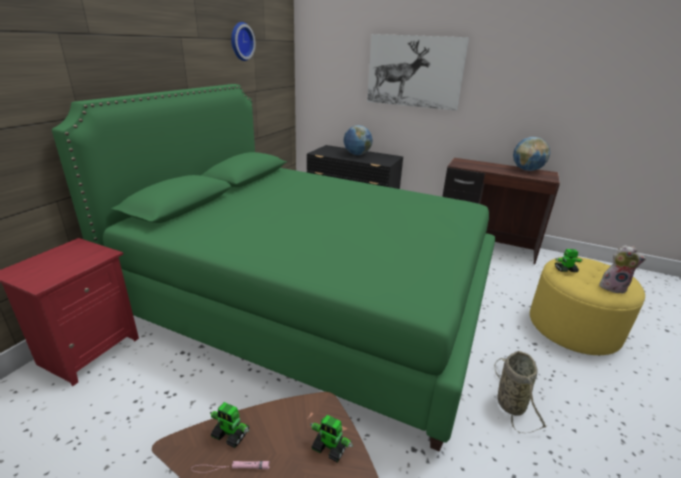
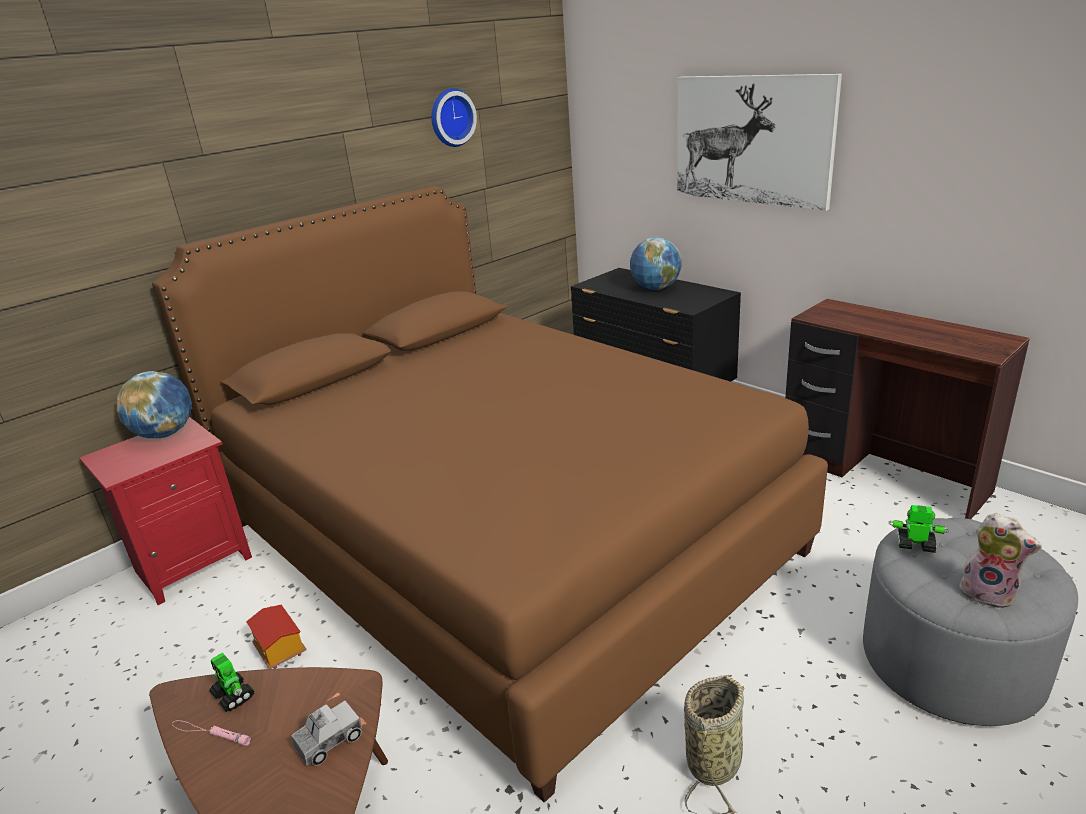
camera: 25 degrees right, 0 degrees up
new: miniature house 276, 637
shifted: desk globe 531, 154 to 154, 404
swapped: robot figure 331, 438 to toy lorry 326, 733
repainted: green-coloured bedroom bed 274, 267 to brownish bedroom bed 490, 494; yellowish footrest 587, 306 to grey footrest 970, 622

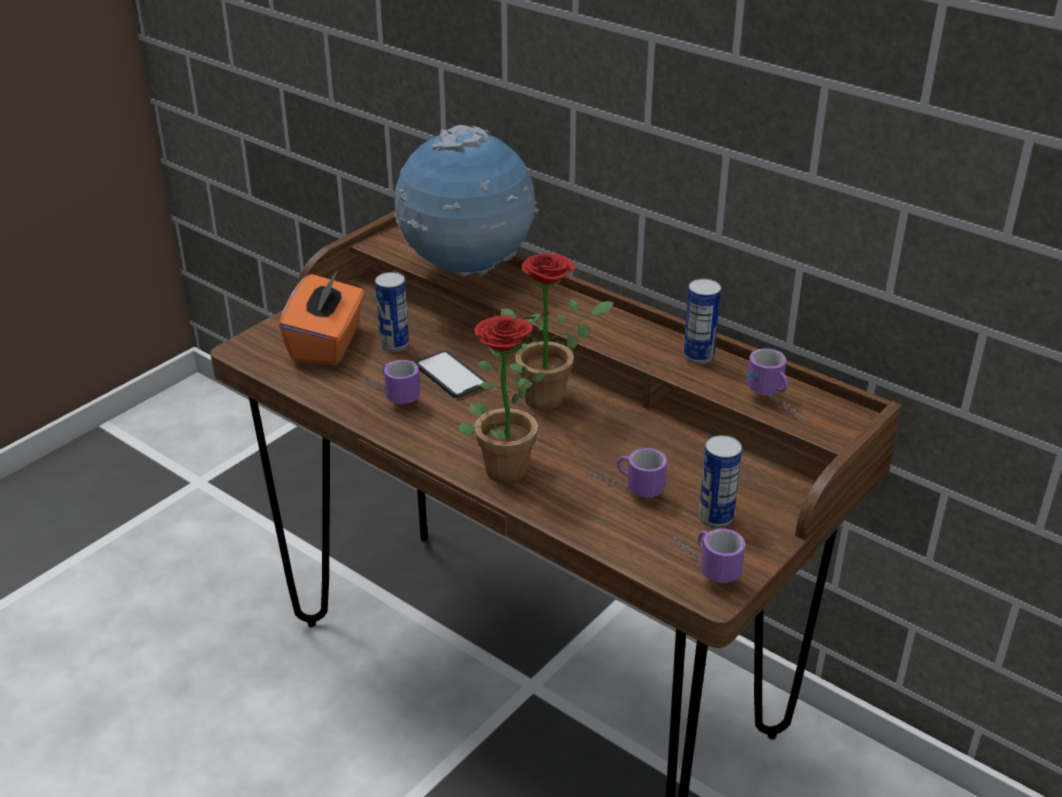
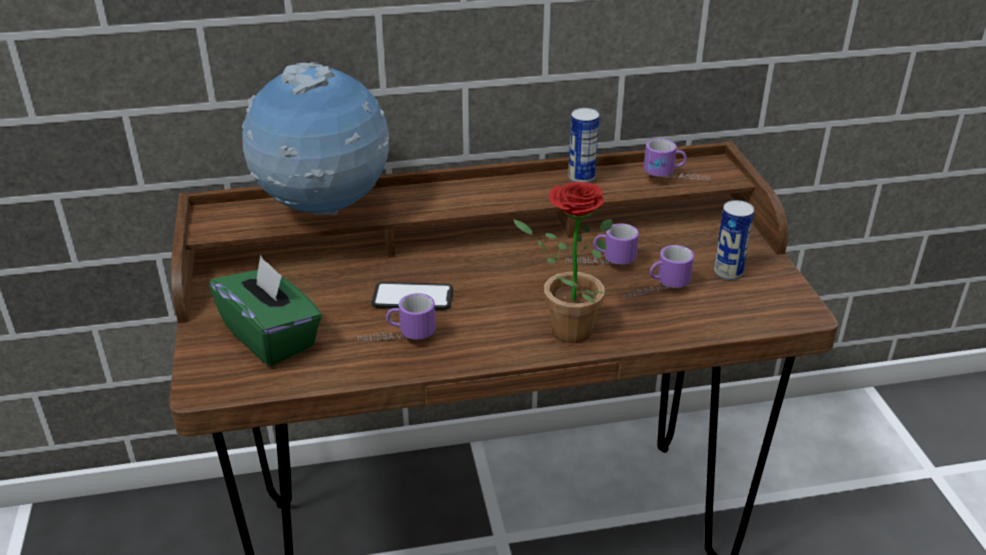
camera: 50 degrees left, 0 degrees up
gone: sealed can 392, 312; houseplant 557, 331
shifted: coffee mug 709, 555 to 602, 244
repainted: orange-coloured box of tissues 322, 317 to green-coloured box of tissues 265, 310

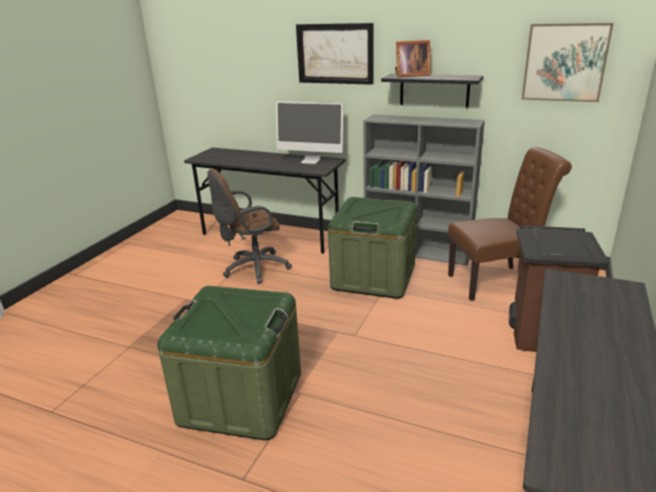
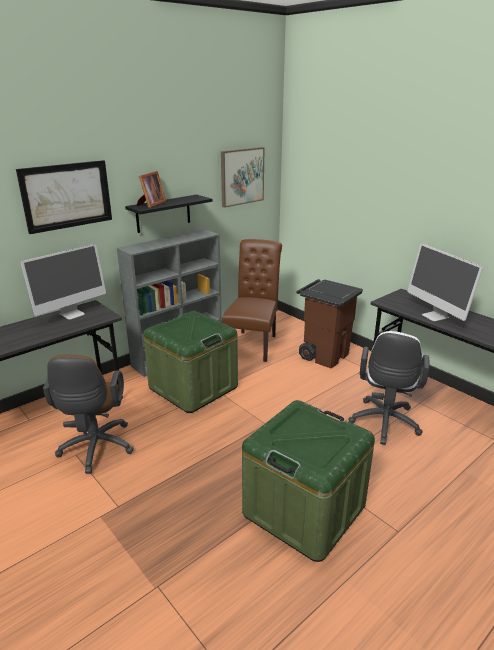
camera: 65 degrees left, 0 degrees up
new: whitish computer chair 389, 388; monitor 445, 282

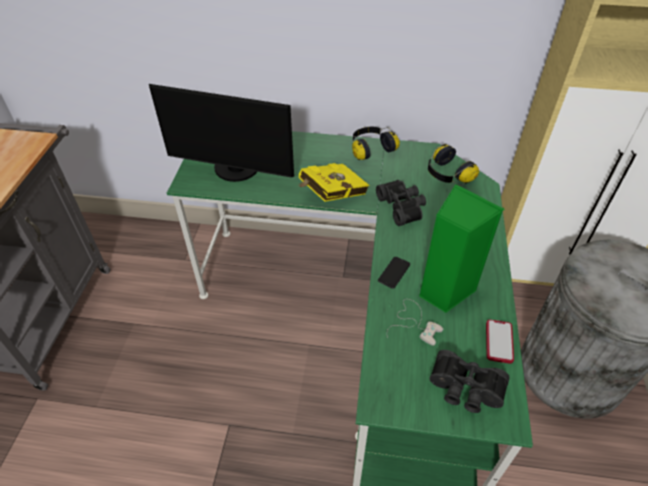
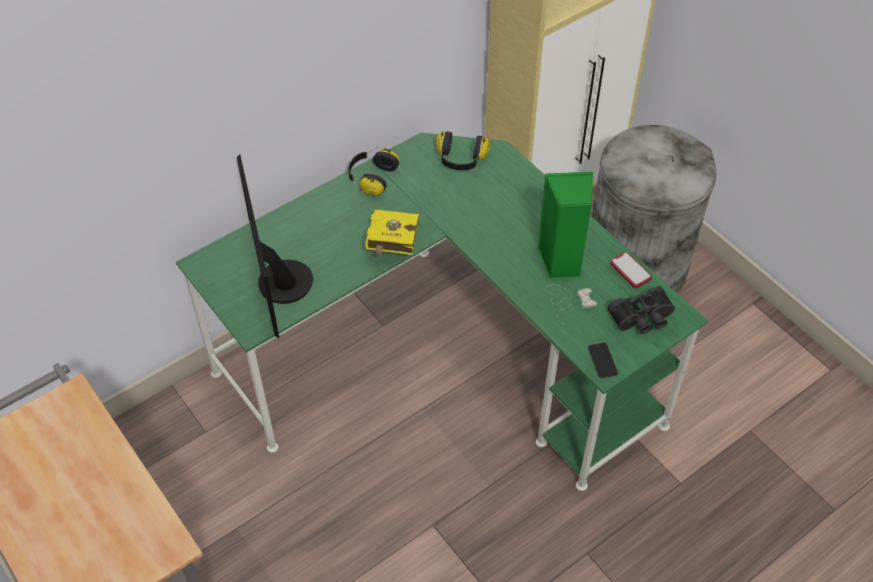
camera: 45 degrees left, 5 degrees up
gone: black-coloured pair of binoculars 401, 203
shifted: telephone 394, 273 to 603, 360
rotated: monitor 221, 133 = 275, 246 105 degrees clockwise

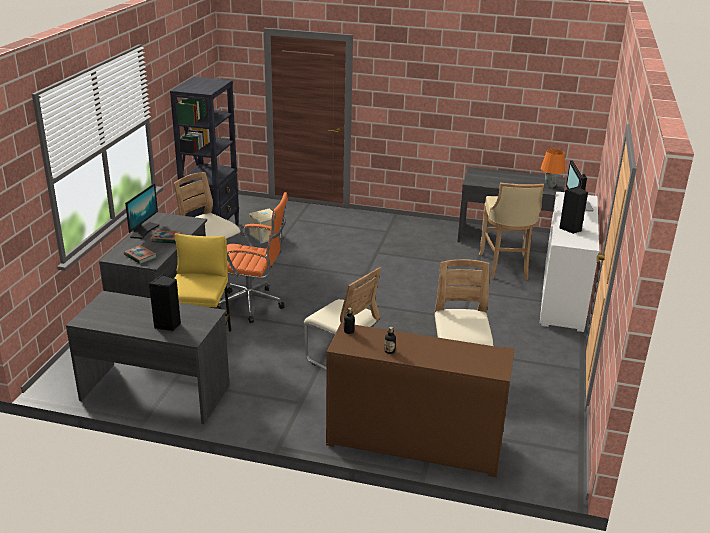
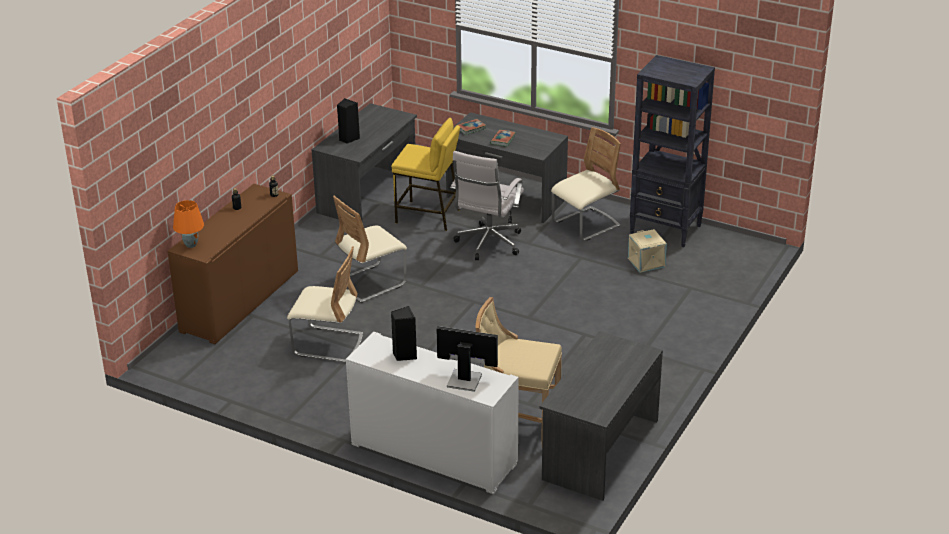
camera: 105 degrees right, 5 degrees up
gone: monitor 142, 211
shifted: orange-coloured table lamp 553, 168 to 188, 224
repainted: orange-coloured computer chair 252, 257 to whitish computer chair 487, 205

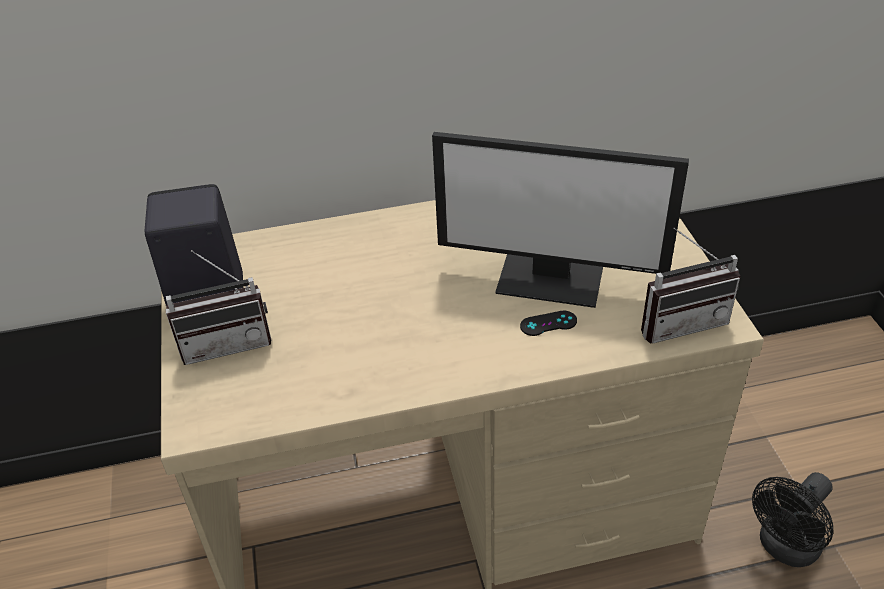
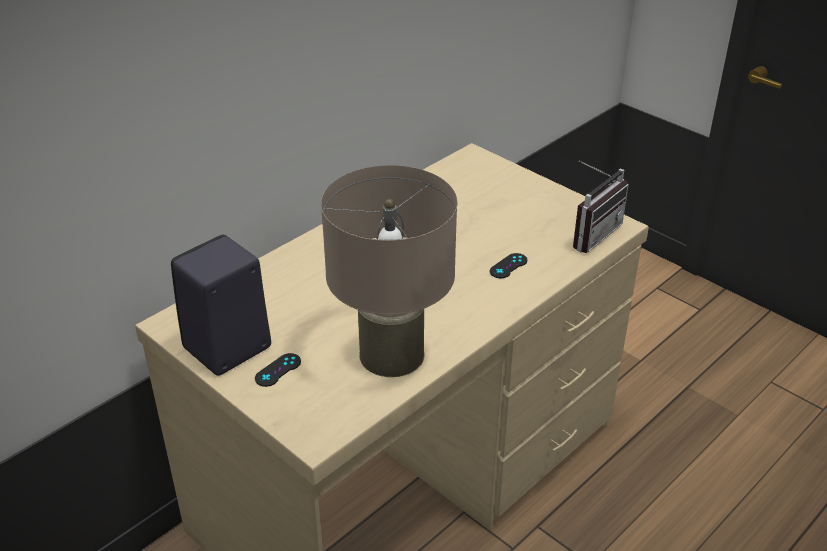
camera: 35 degrees left, 5 degrees down
gone: monitor 560, 220; black-coloured electric fan 792, 519
new: beige table lamp 389, 271
swapped: radio set 218, 307 to black-coloured joypad 278, 370

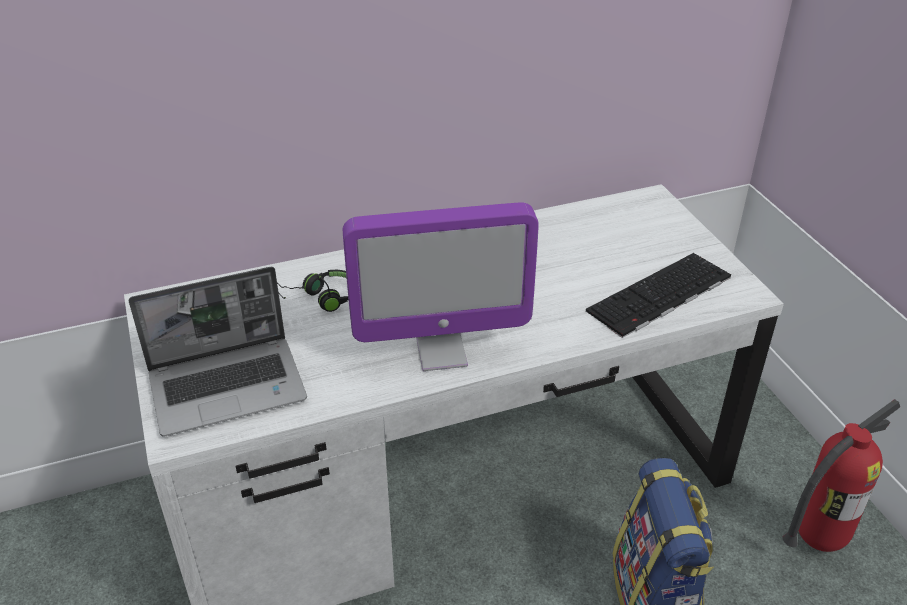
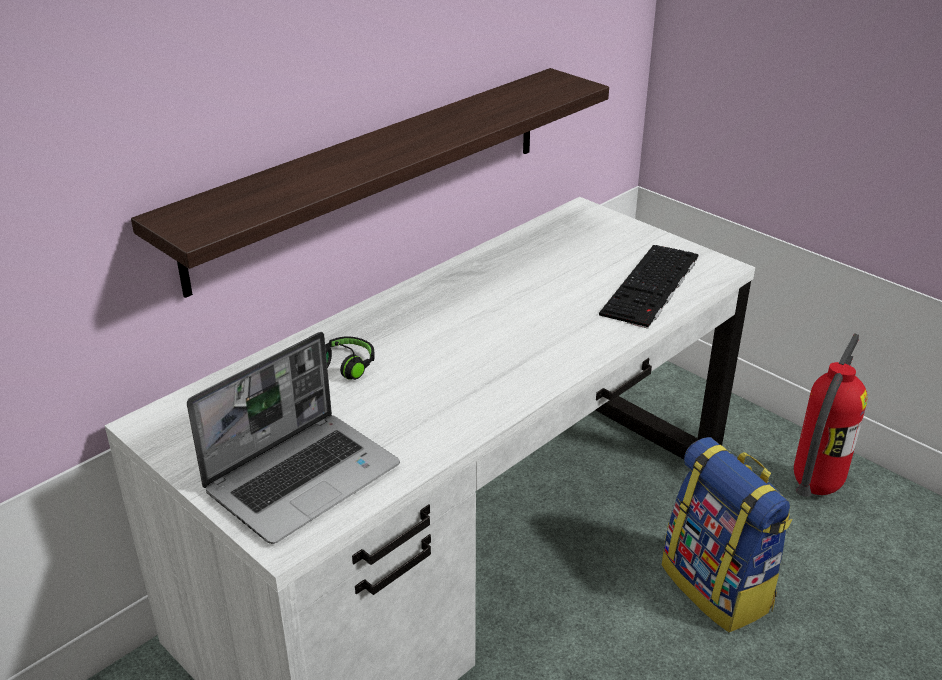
camera: 25 degrees left, 5 degrees down
gone: monitor 441, 286
new: bracket shelf 370, 183

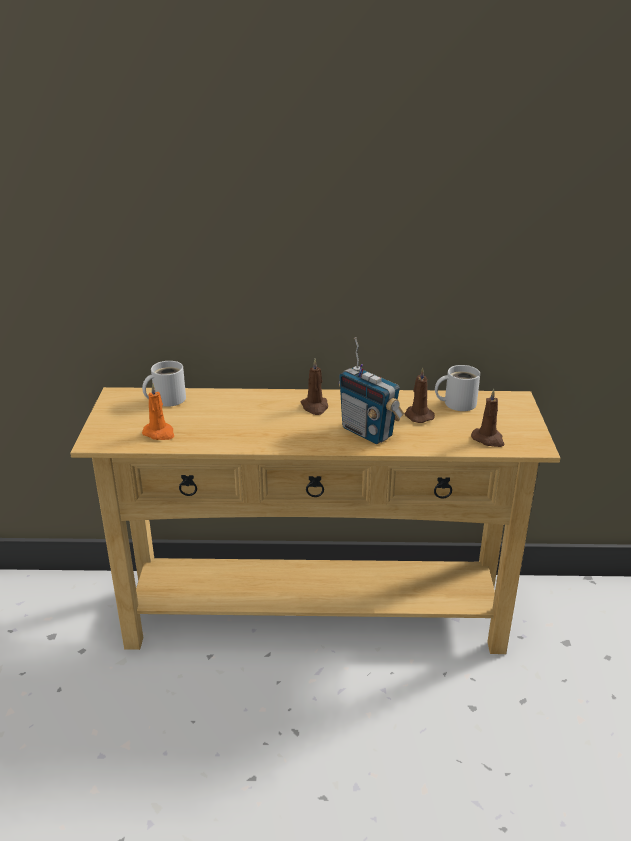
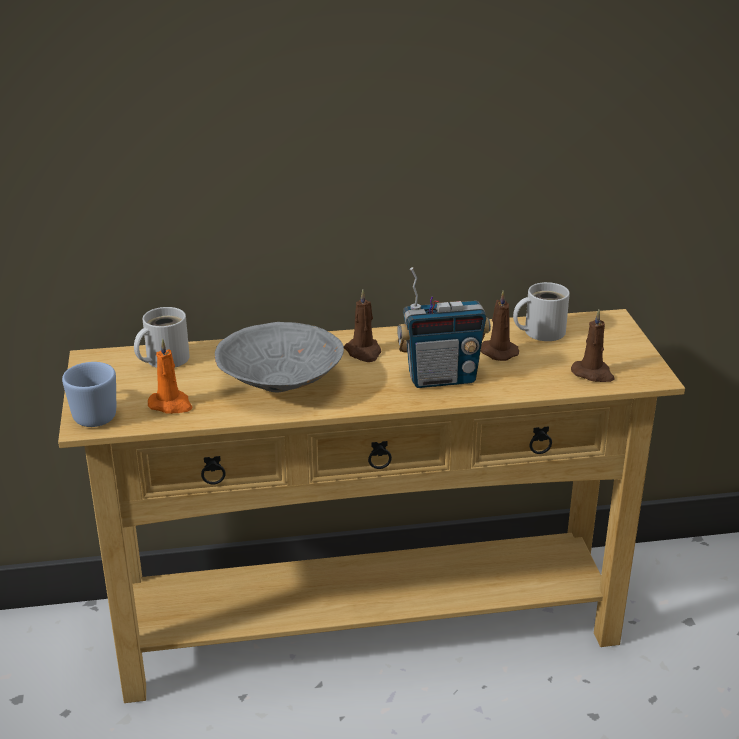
camera: 10 degrees left, 0 degrees up
new: blue-coloured coffee mug 89, 394; grey bowl 279, 357
rotated: radio set 371, 390 = 444, 327 45 degrees counterclockwise

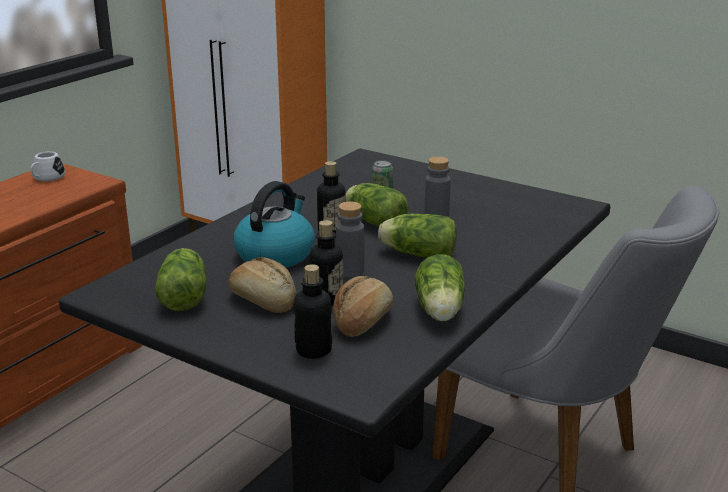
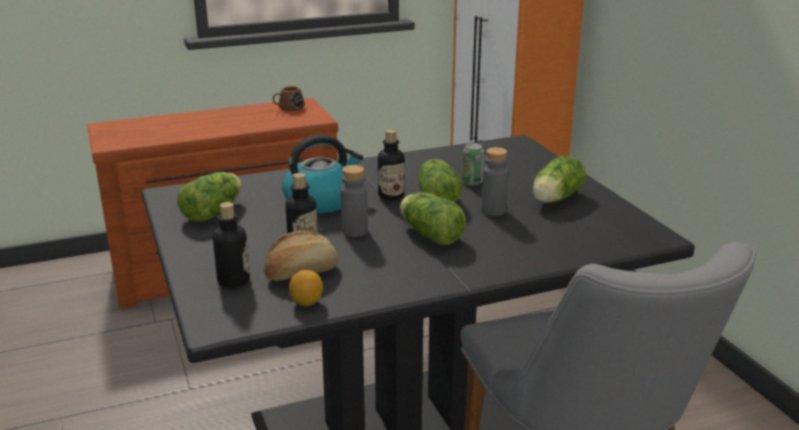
camera: 35 degrees right, 0 degrees up
gone: bread 262, 285
new: citrus fruit 306, 288
shifted: lettuce head 440, 288 to 559, 179
repainted: whitish coffee mug 48, 166 to brownish coffee mug 289, 98

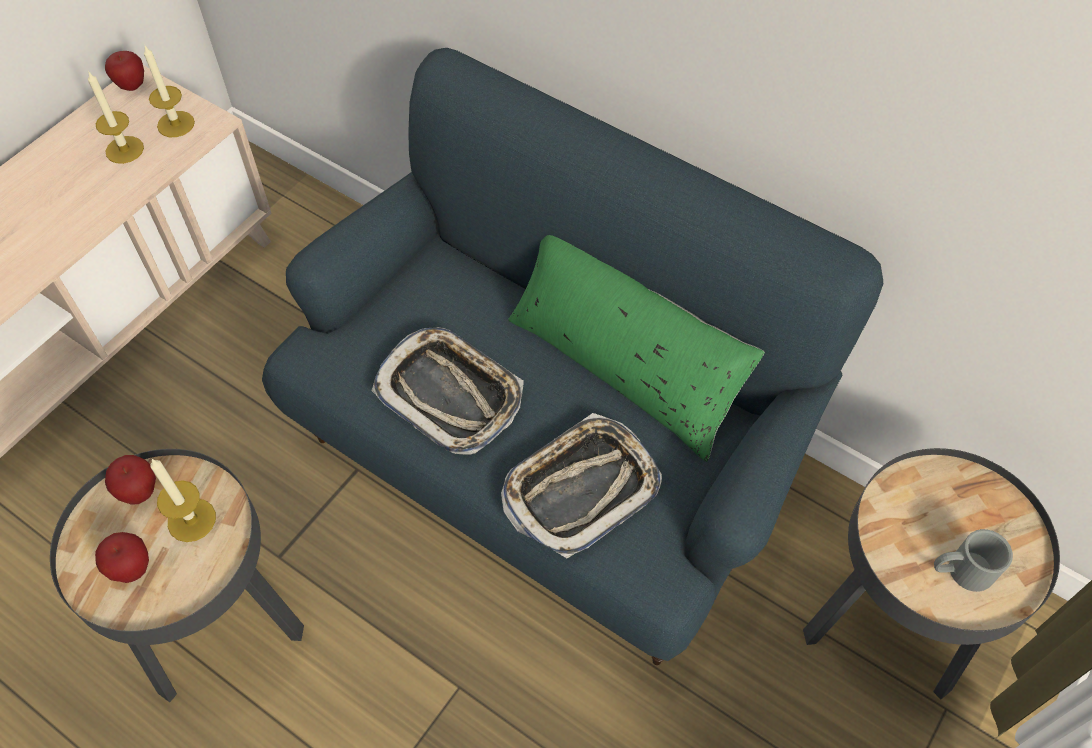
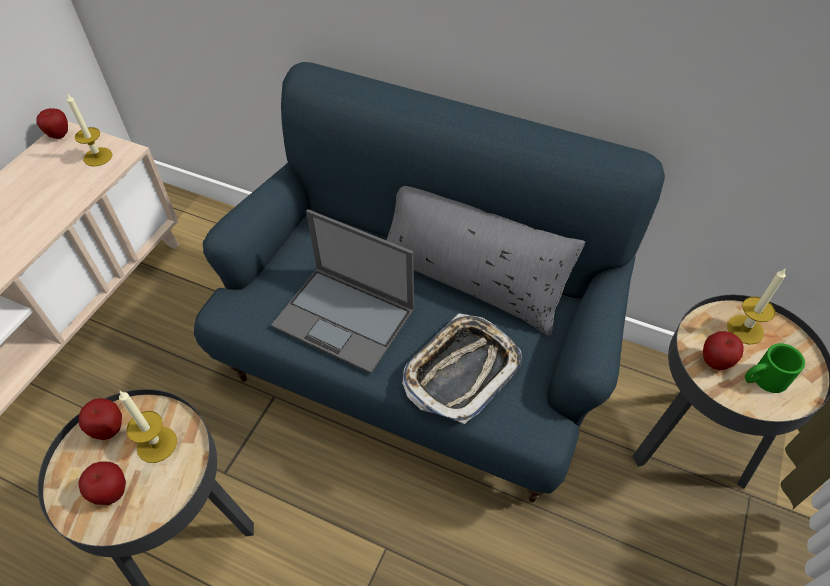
camera: 10 degrees left, 5 degrees down
new: apple fruit 723, 350
shifted: candle 116, 117 to 756, 307
swapped: carrying tray 448, 390 to portable computer 342, 291
repainted: green-coloured cushion 636, 348 to grey cushion 485, 261; grey coffee mug 973, 560 to green-coloured coffee mug 775, 368

